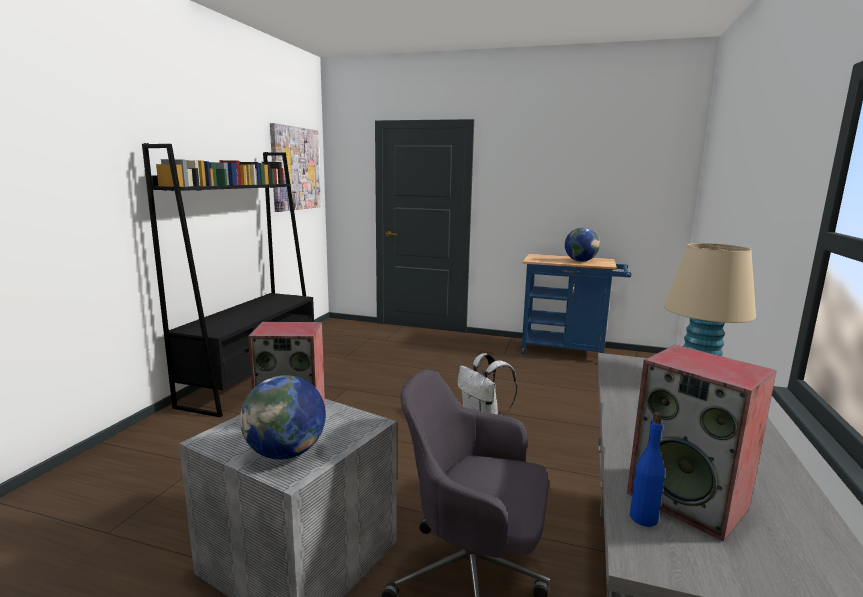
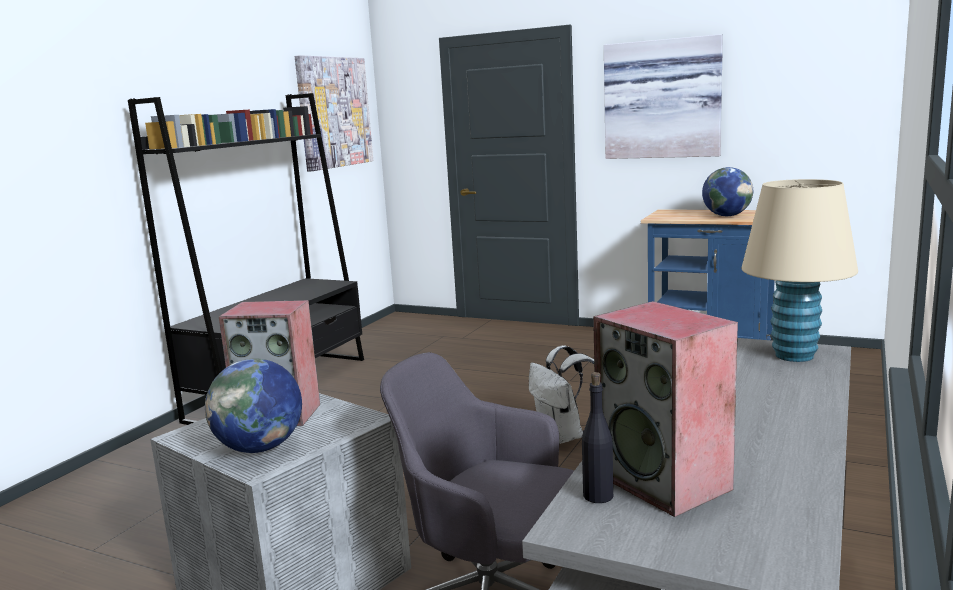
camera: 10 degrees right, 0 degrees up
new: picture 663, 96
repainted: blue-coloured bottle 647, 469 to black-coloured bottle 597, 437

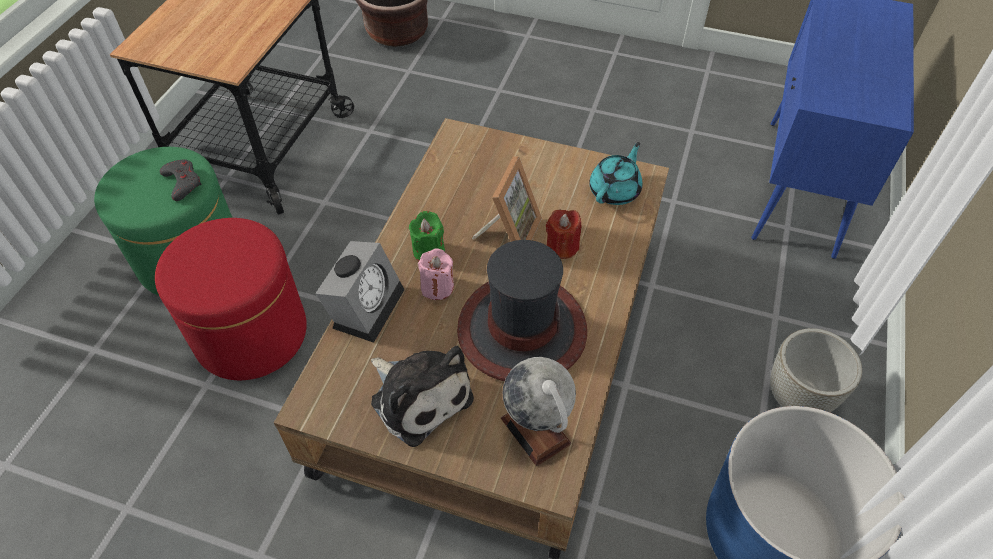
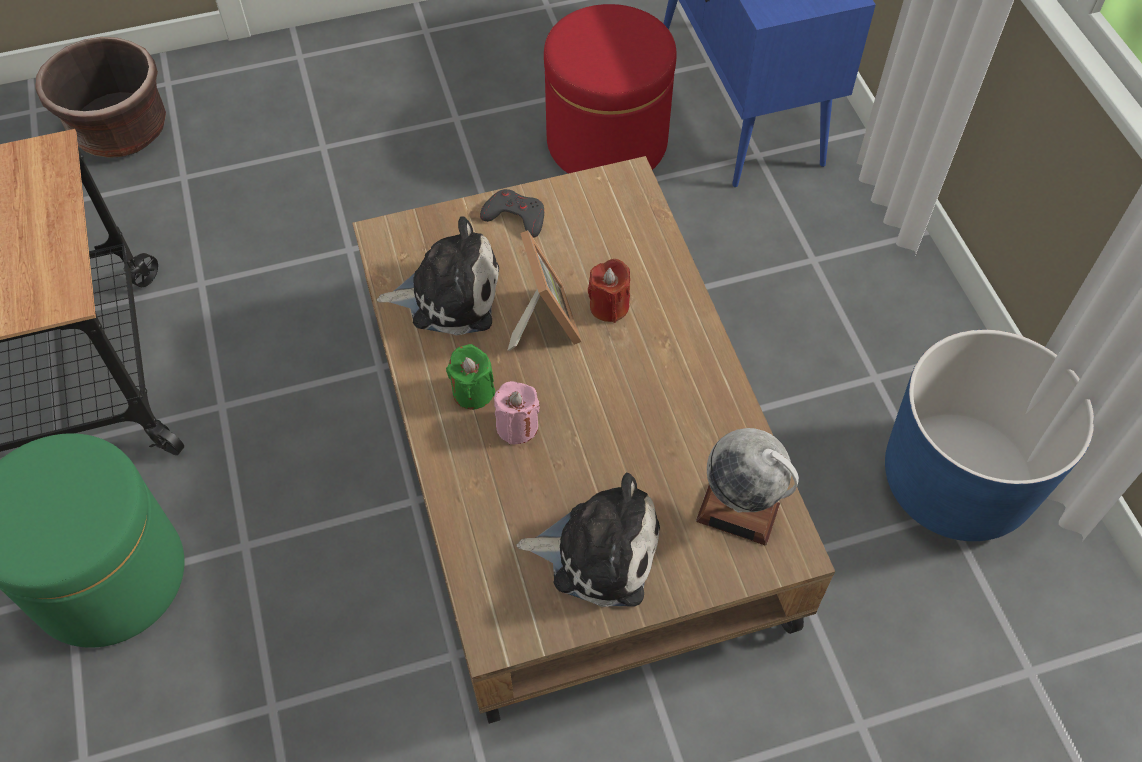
camera: 35 degrees left, 5 degrees up
gone: bedside clock 360, 292; clothing hat 522, 310; turquoise pot for tea 615, 173; grey plant pot 816, 370
new: soft toy 438, 276
shifted: grey joypad 181, 180 to 512, 213; red footrest 231, 299 to 610, 89

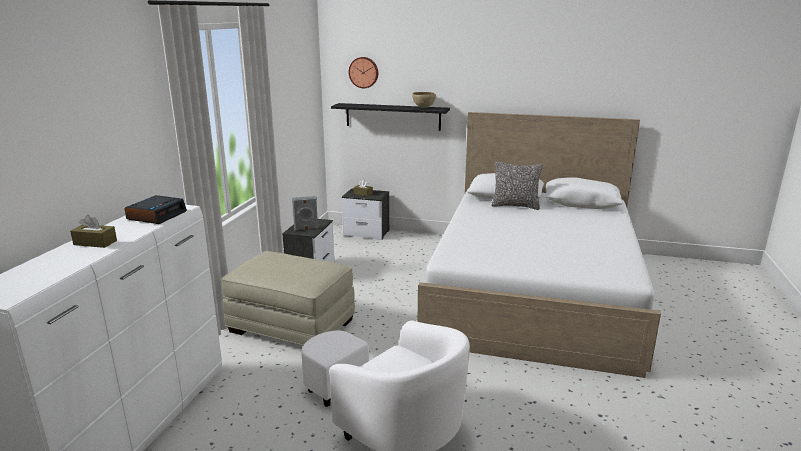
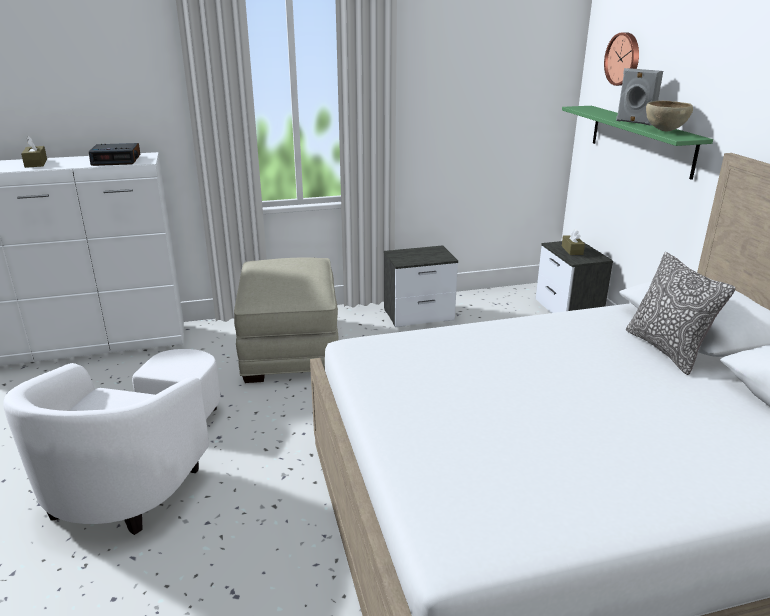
camera: 60 degrees right, 5 degrees up
shifted: grey speaker 305, 213 to 639, 97
repainted: black-coloured bracket shelf 390, 117 to green-coloured bracket shelf 637, 143

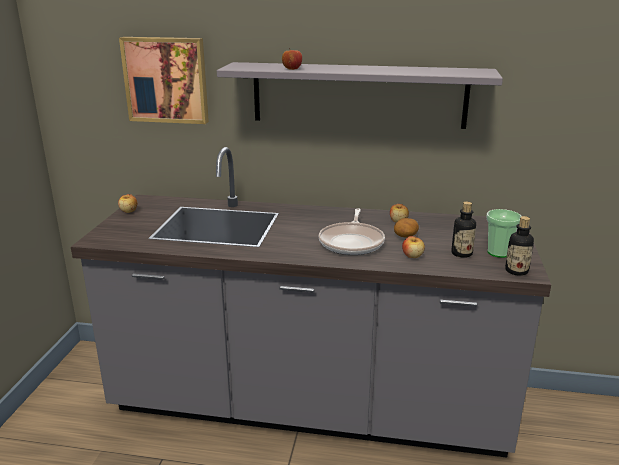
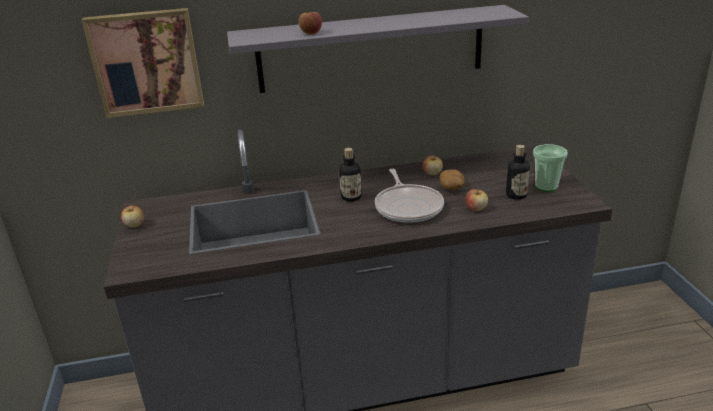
camera: 20 degrees left, 5 degrees up
shifted: bottle 519, 246 to 350, 175

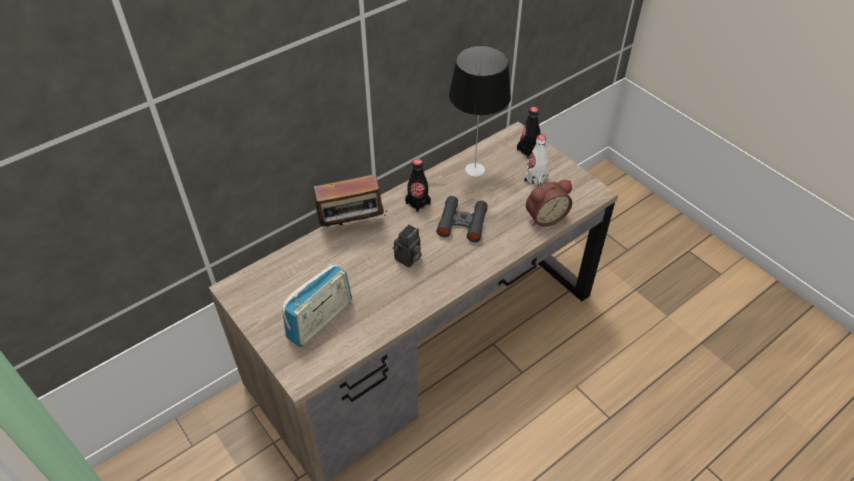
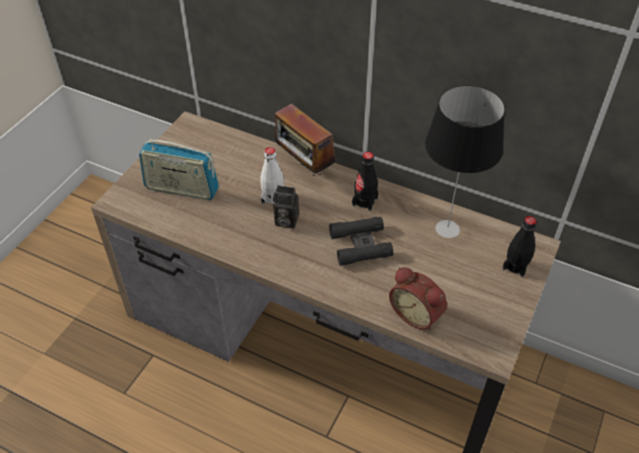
camera: 65 degrees right, 0 degrees up
shifted: whitish bottle 536, 160 to 272, 175

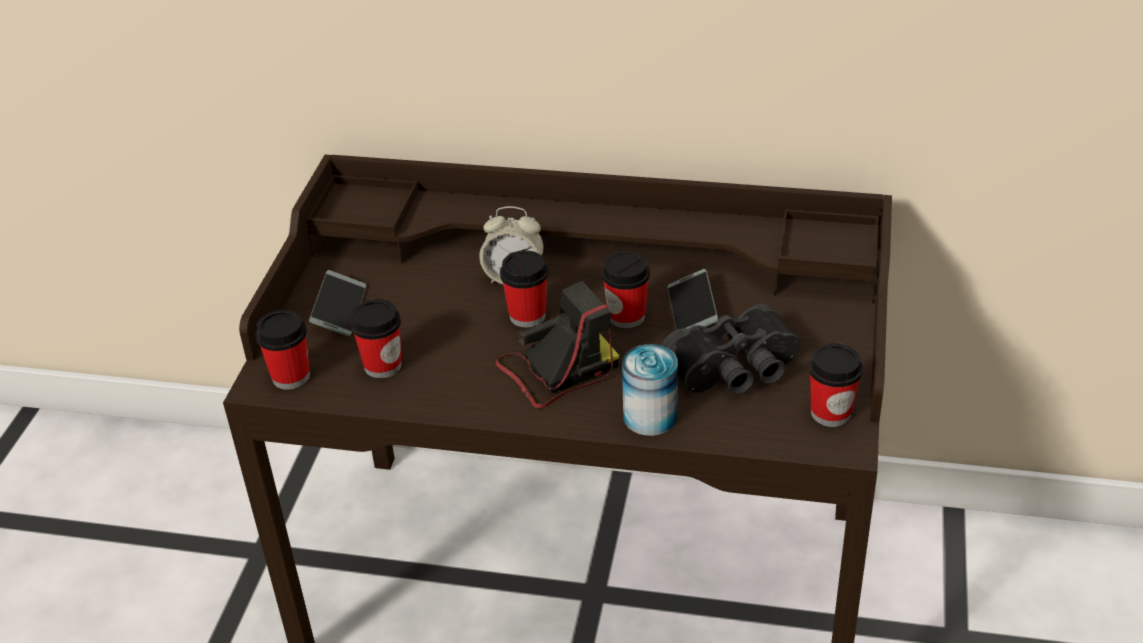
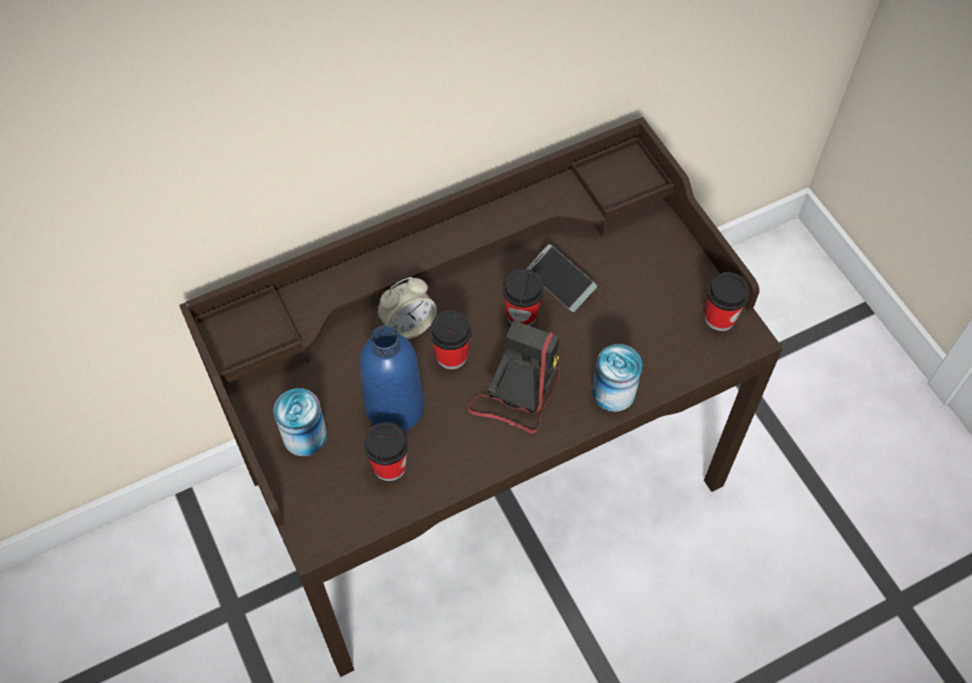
camera: 40 degrees left, 20 degrees up
gone: cup 283, 349; black-coloured pair of binoculars 731, 349
new: blue-coloured bottle 392, 378
swapped: telephone 337, 303 to sealed can 300, 422

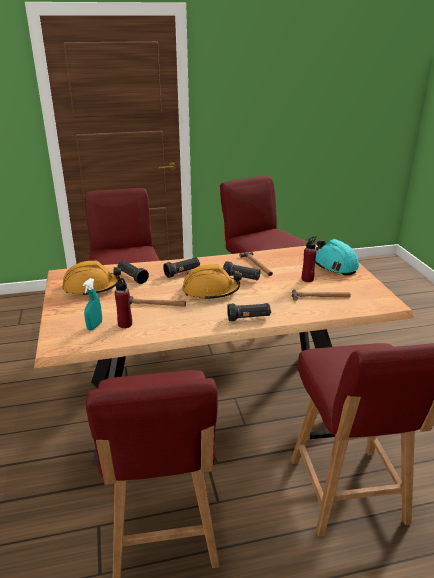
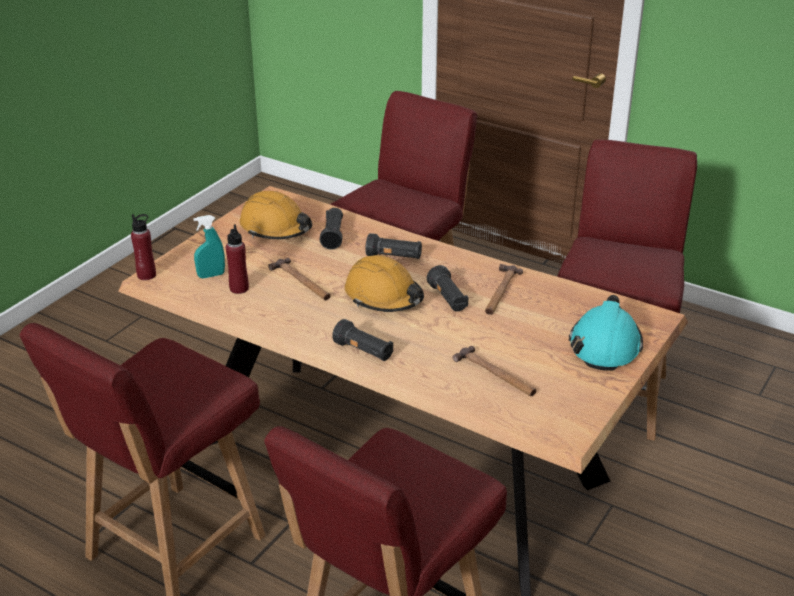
camera: 45 degrees right, 5 degrees up
shifted: red bottle 309, 259 to 143, 247

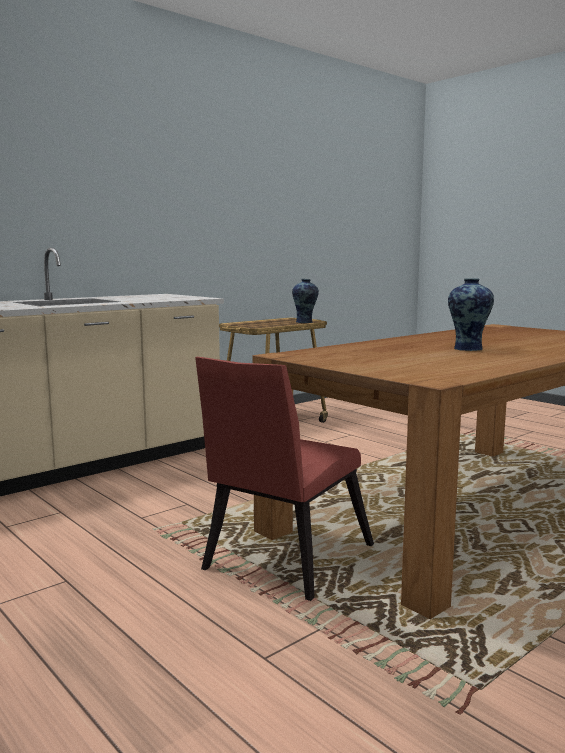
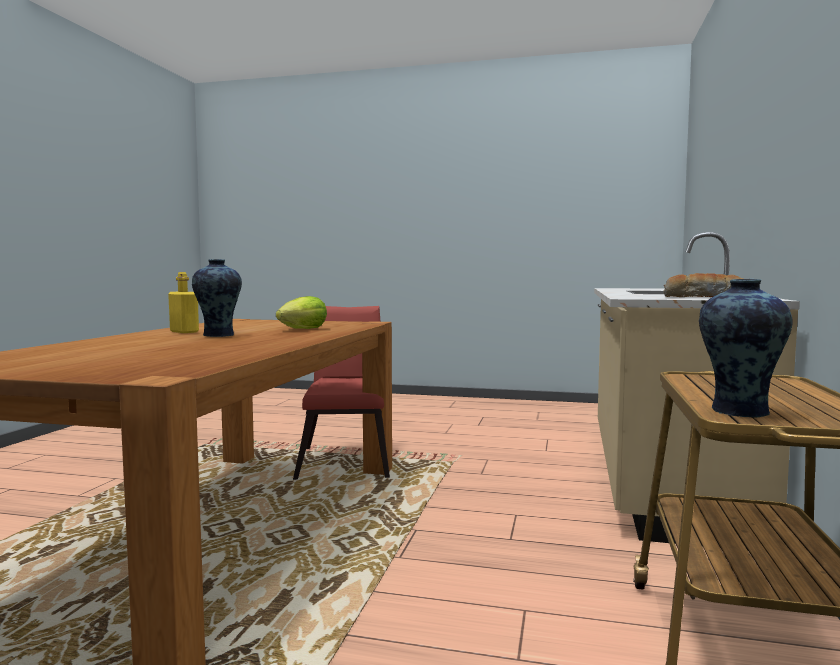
camera: 145 degrees right, 5 degrees down
new: yellowish bottle 183, 302; lettuce head 301, 312; bread 703, 285

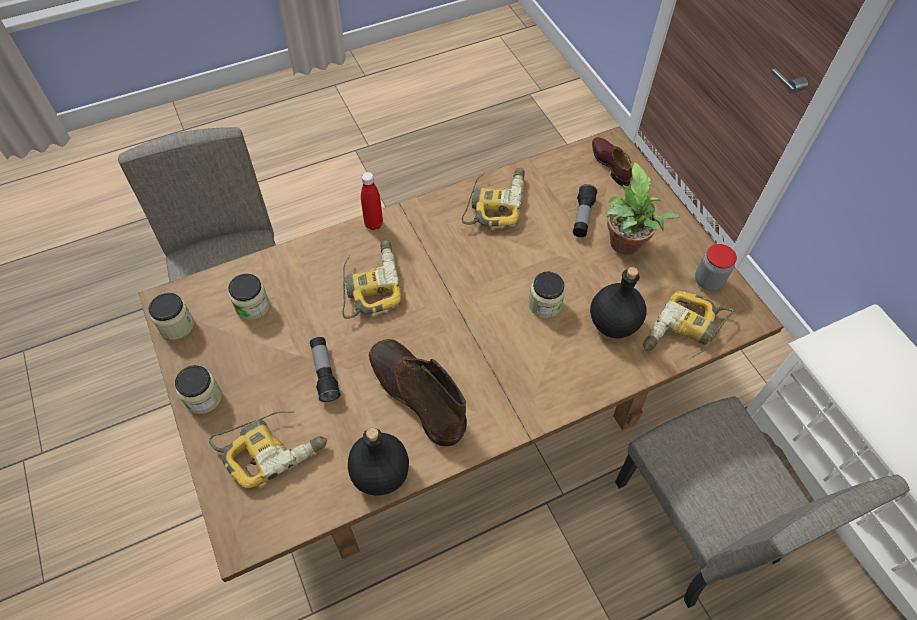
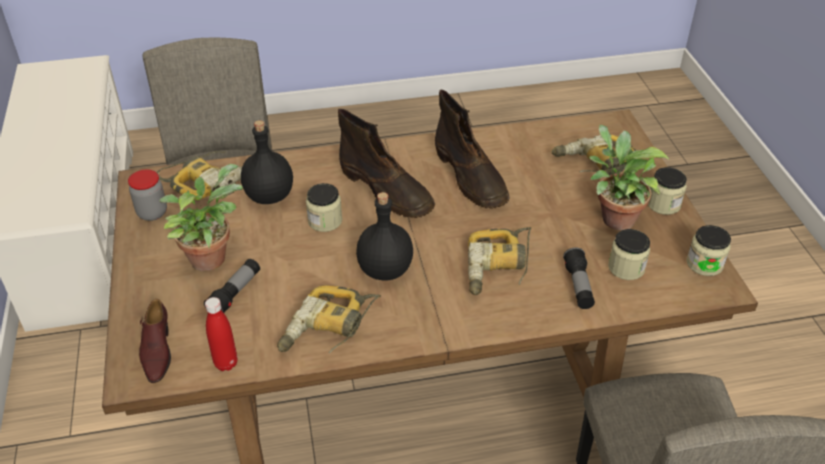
camera: 165 degrees left, 15 degrees down
new: brownish tall boot 386, 163; houseplant 629, 178
shifted: red bottle 372, 201 to 221, 334; black-coloured bottle 378, 461 to 384, 236; flashlight 325, 369 to 579, 278

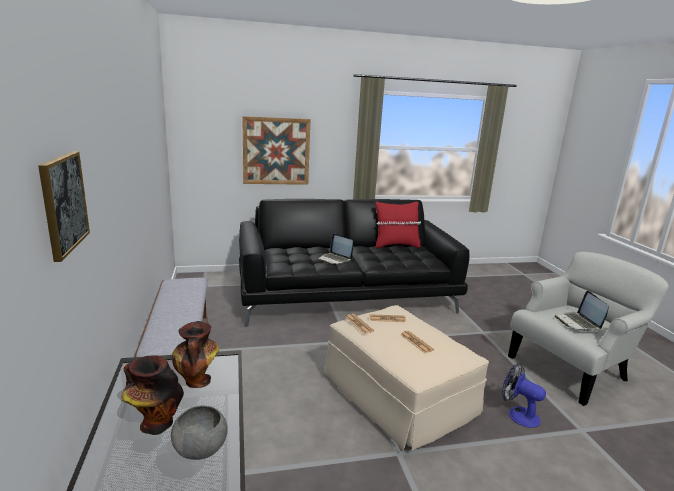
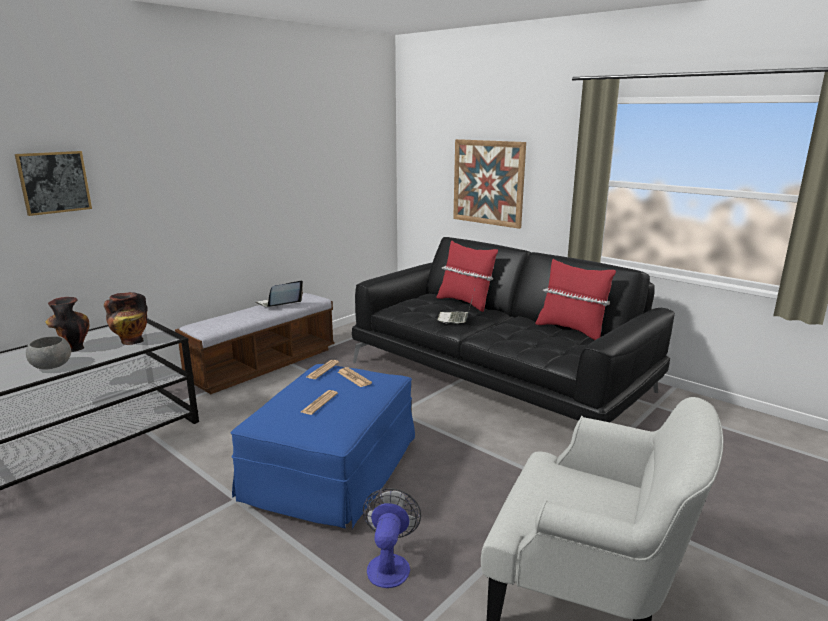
camera: 55 degrees right, 0 degrees up
new: red cushion 467, 276
shifted: portable computer 582, 311 to 279, 293
repainted: beige footrest 406, 378 to blue-coloured footrest 323, 446

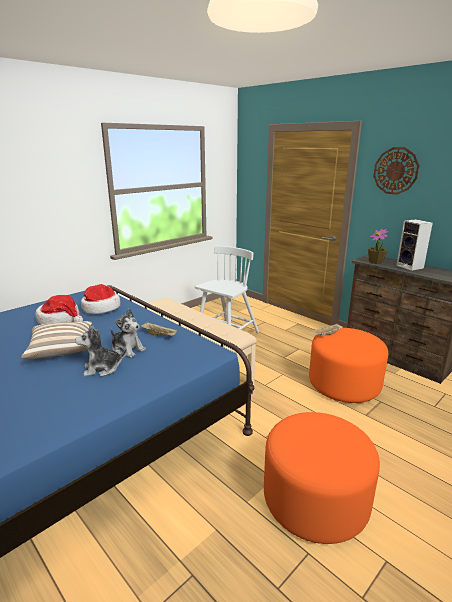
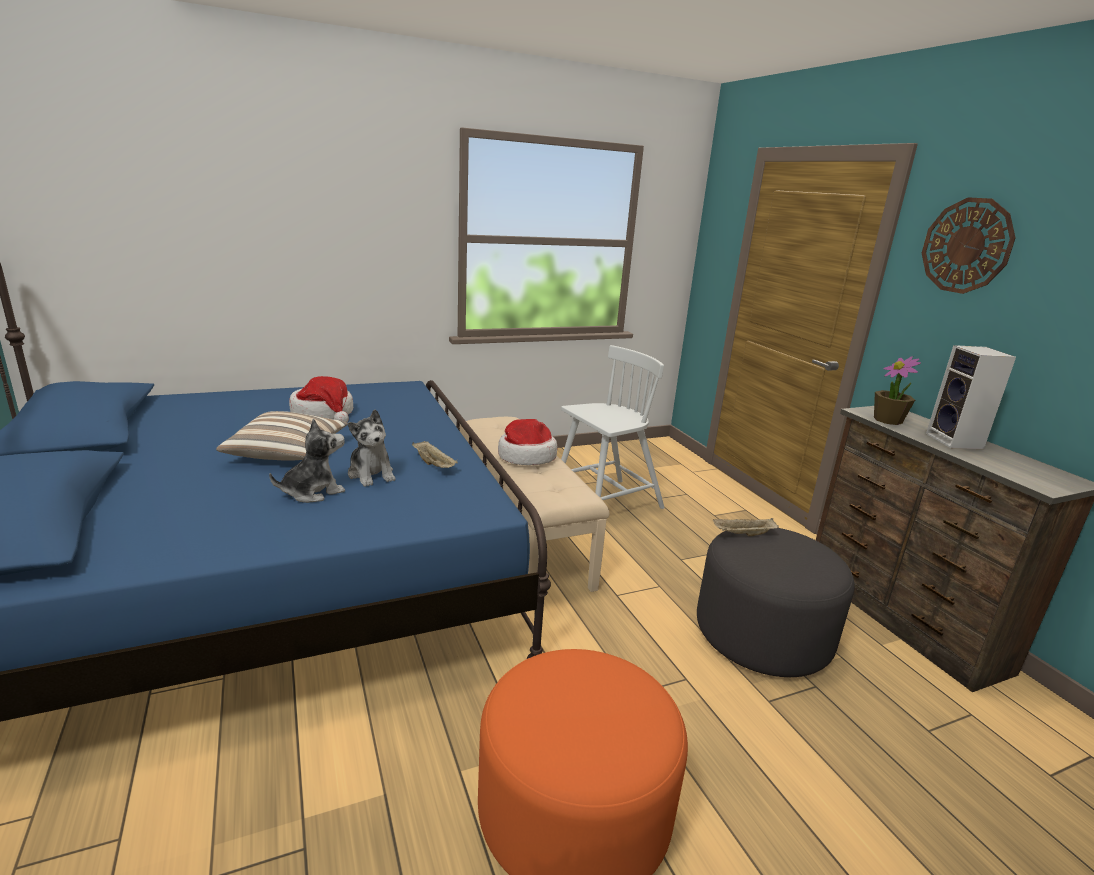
camera: 20 degrees right, 0 degrees up
shifted: clothing hat 100, 299 to 528, 442
repainted: orange-coloured footrest 348, 365 to grey footrest 776, 602
rotated: soft toy 101, 351 = 307, 460 135 degrees clockwise

